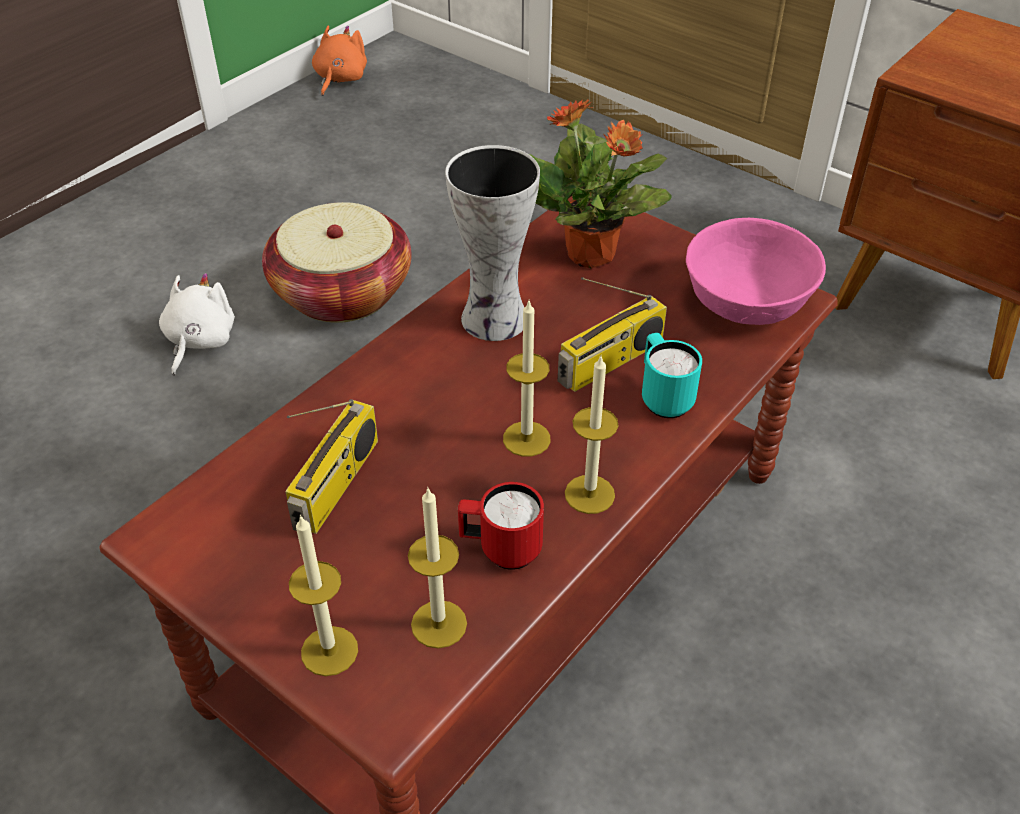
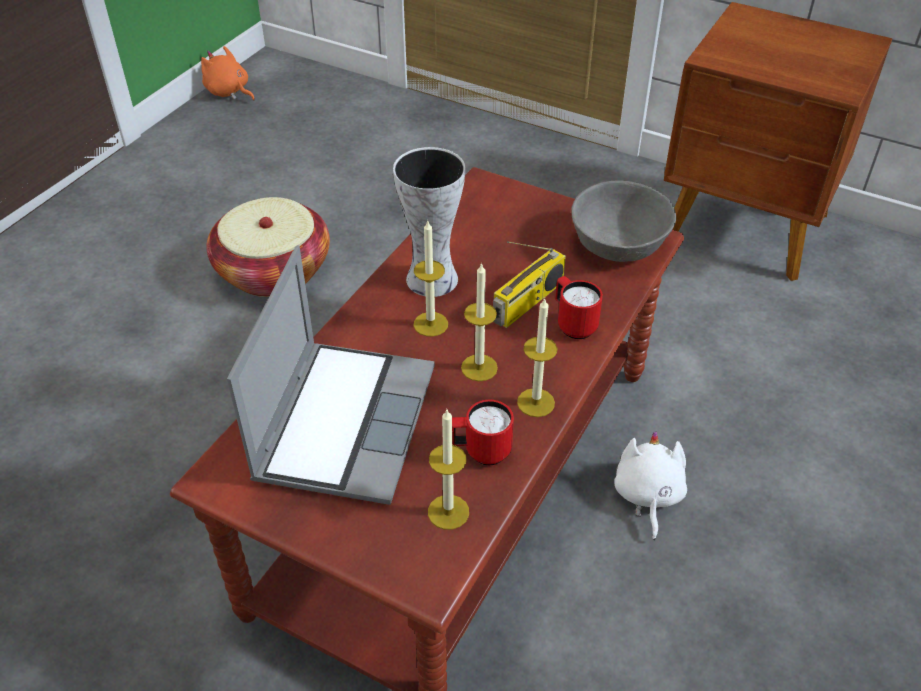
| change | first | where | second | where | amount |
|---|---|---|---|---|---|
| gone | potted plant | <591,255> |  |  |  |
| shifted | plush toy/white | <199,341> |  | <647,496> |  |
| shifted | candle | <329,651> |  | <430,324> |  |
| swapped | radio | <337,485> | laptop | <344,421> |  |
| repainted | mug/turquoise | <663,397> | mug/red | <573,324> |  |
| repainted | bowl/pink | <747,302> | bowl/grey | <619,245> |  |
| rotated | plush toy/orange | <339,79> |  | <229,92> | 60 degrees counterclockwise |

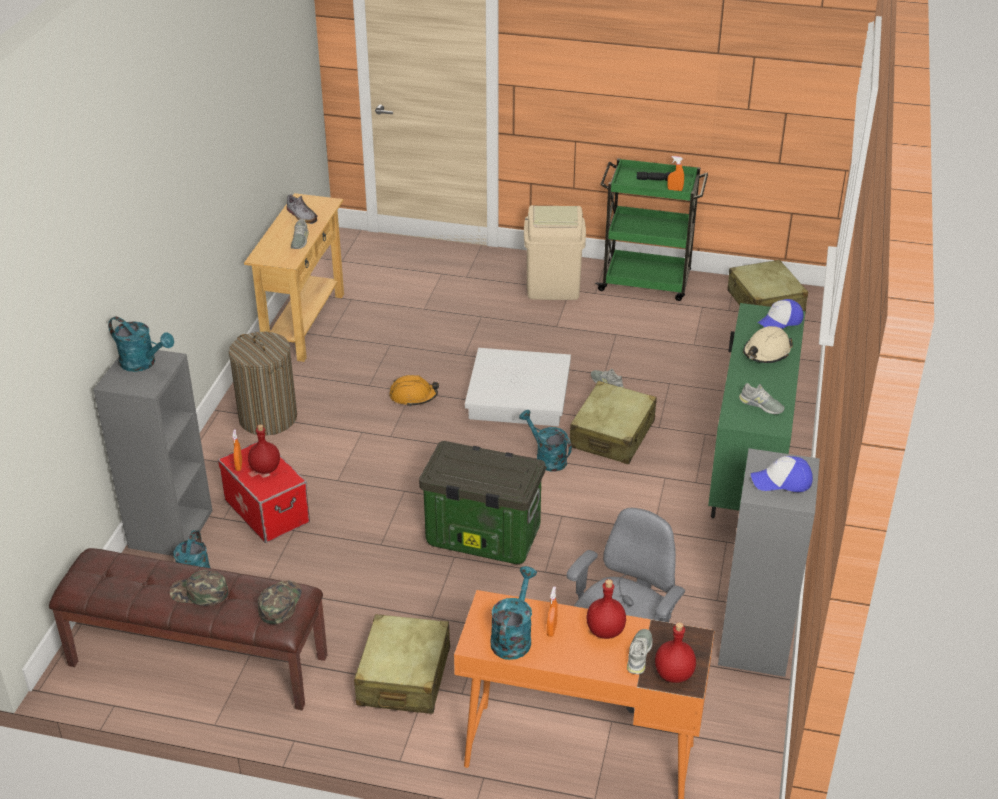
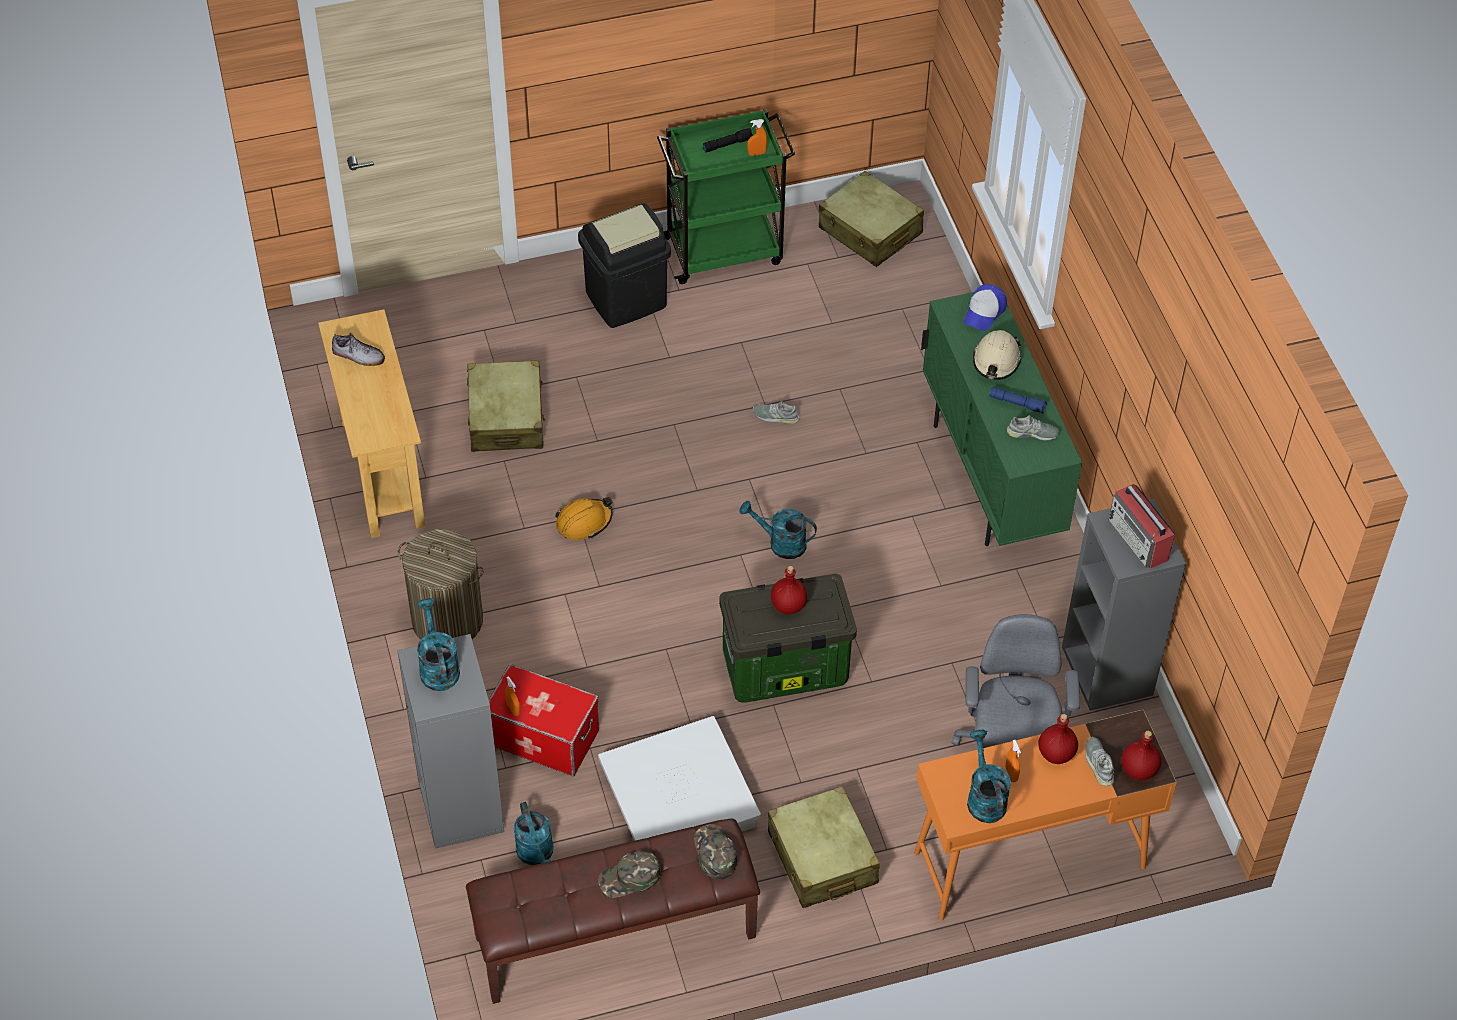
| change | first | where | second | where | amount |
|---|---|---|---|---|---|
| gone | shoe/grey | <299,240> |  |  |  |
| new |  |  | flashlight/blue | <1017,403> |  |
| shifted | bottle/red | <266,469> |  | <789,605> |  |
| shifted | storage box/white | <519,395> |  | <679,798> |  |
| shifted | suitcase/beige | <612,434> |  | <506,417> |  |
| swapped | cap | <782,481> | radio | <1139,540> |  |
| repainted | trash can/beige | <553,287> | trash can/black | <626,300> |  |
| rotated | watering can/turquoise | <143,363> |  | <437,666> | 105 degrees counterclockwise |

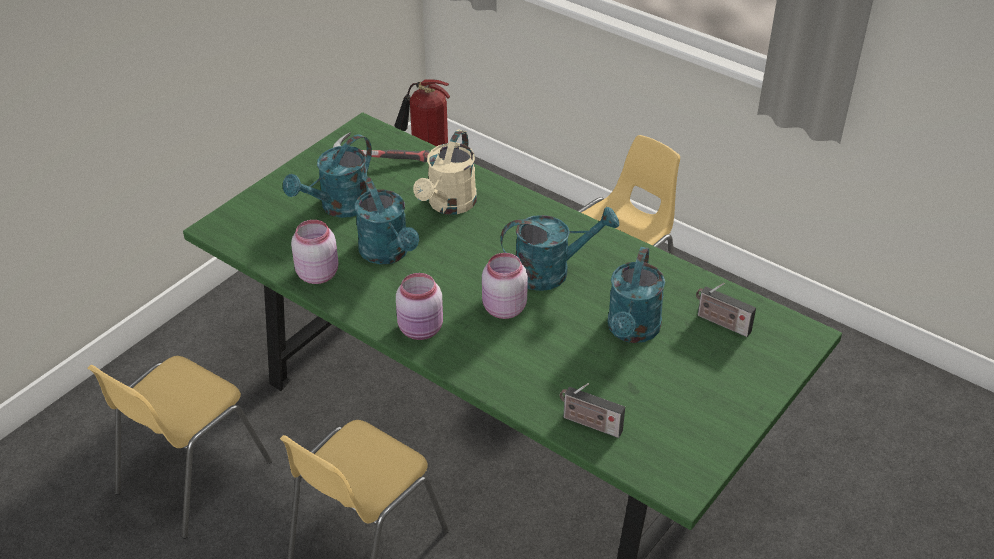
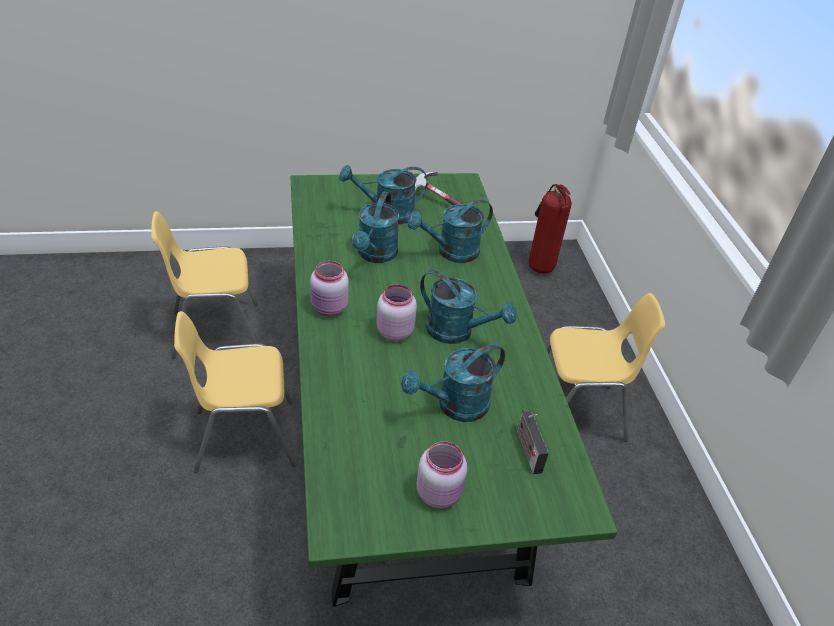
| change | first | where | second | where | amount |
|---|---|---|---|---|---|
| gone | radio | <589,424> |  |  |  |
| shifted | jar/pink | <318,273> |  | <439,493> |  |
| repainted | watering can/beige | <449,205> | watering can/turquoise | <451,252> |  |

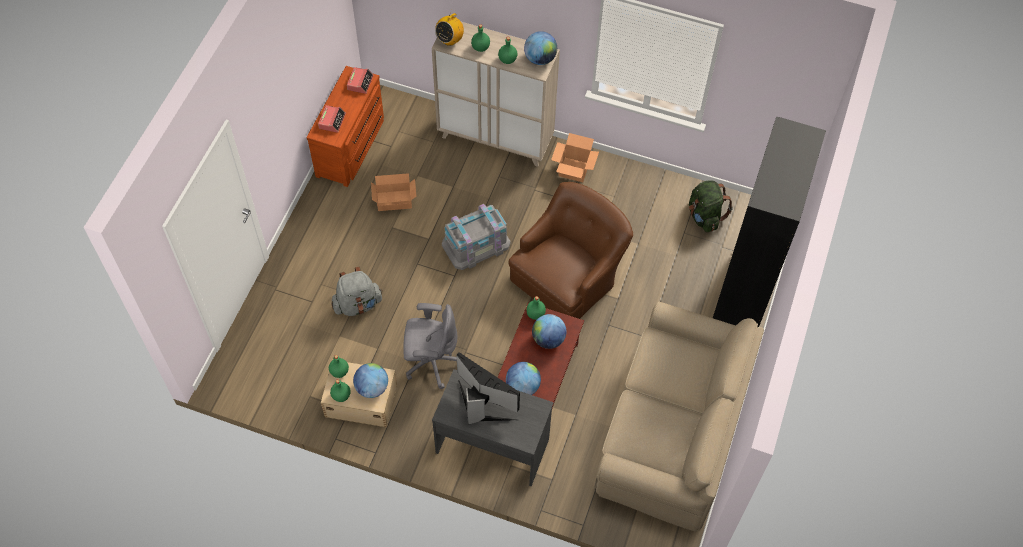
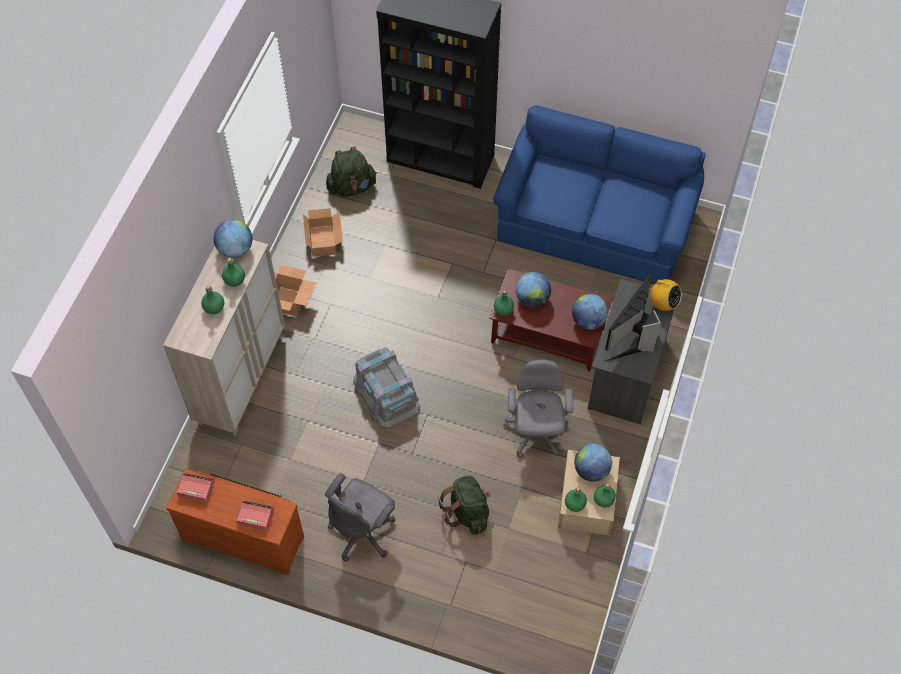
| change | first | where | second | where | amount |
|---|---|---|---|---|---|
| gone | armchair/brown | <568,276> |  |  |  |
| new |  |  | office chair/grey | <363,532> |  |
| shifted | cardboard box | <395,201> |  | <324,240> |  |
| shifted | radio | <450,40> |  | <663,304> |  |
| repainted | backpack/grey | <357,304> | backpack/green | <467,512> |  |
| repainted | sofa/beige | <671,430> | sofa/blue | <595,223> |  |

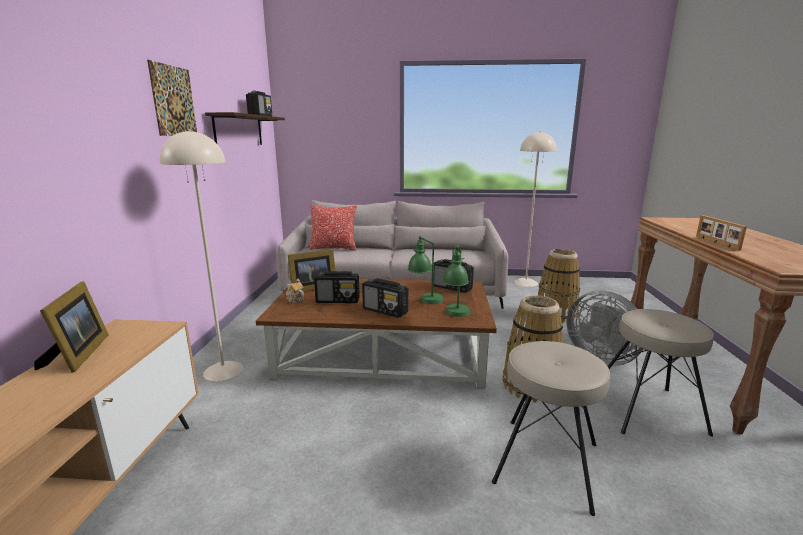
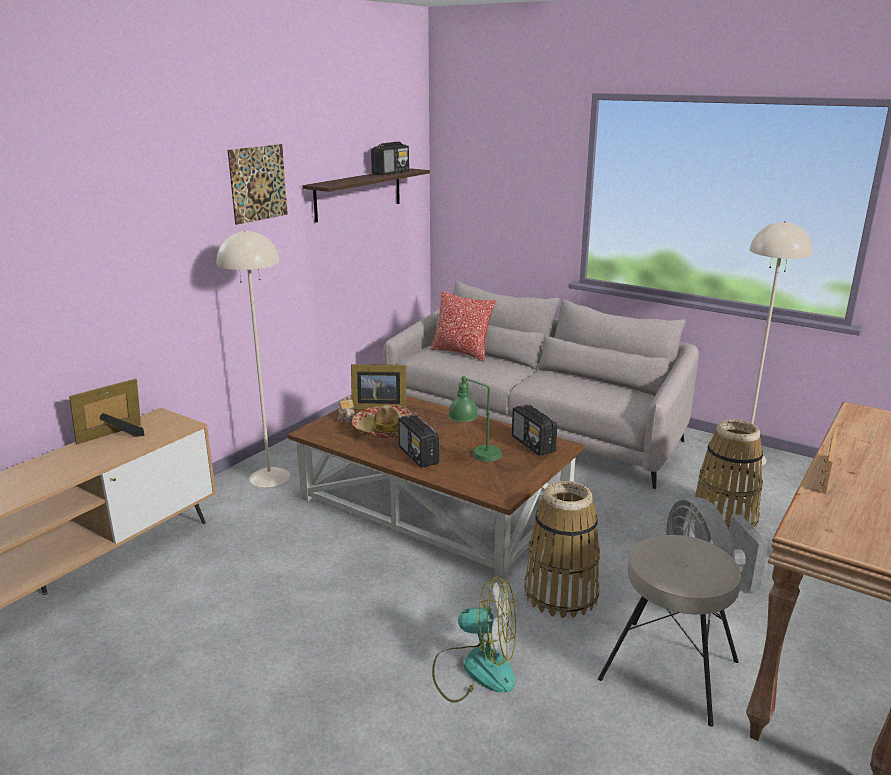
| change | first | where | second | where | amount |
|---|---|---|---|---|---|
| gone | table lamp/green | <456,316> |  |  |  |
| swapped | radio | <338,300> | hat | <386,430> |  |
| swapped | stool/beige | <545,462> | fan | <475,669> |  |
| rotated | picture frame | <78,355> |  | <114,436> | 150 degrees counterclockwise |

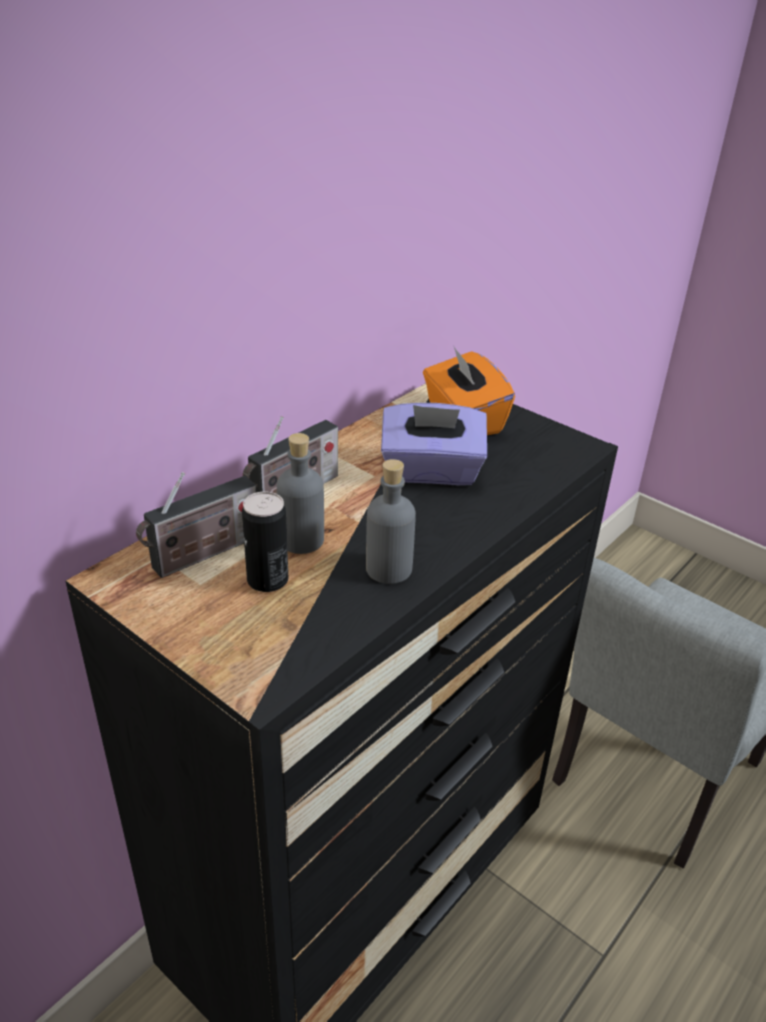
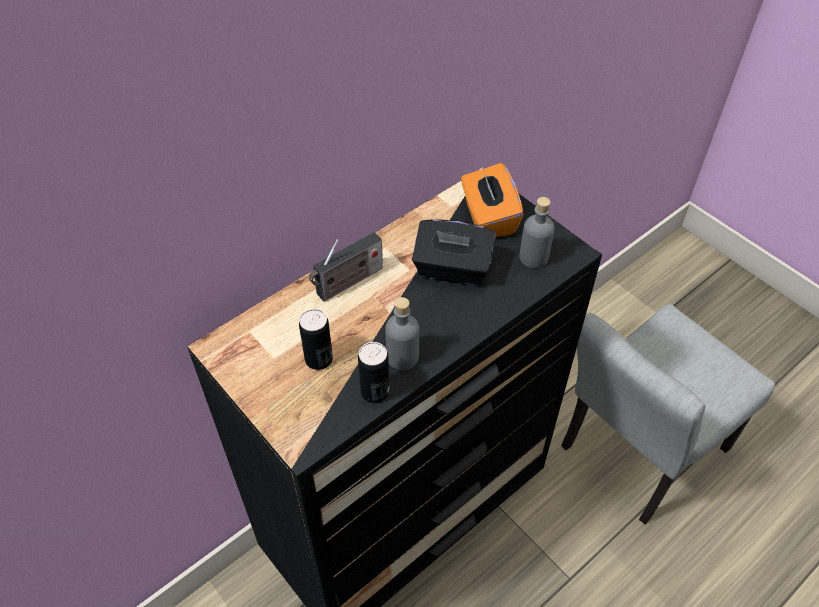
| change | first | where | second | where | amount |
|---|---|---|---|---|---|
| gone | radio | <202,555> |  |  |  |
| new |  |  | can | <375,392> |  |
| shifted | bottle/grey | <301,540> |  | <533,257> |  |
| repainted | tissue box/purple | <431,472> | tissue box/black | <452,269> |  |

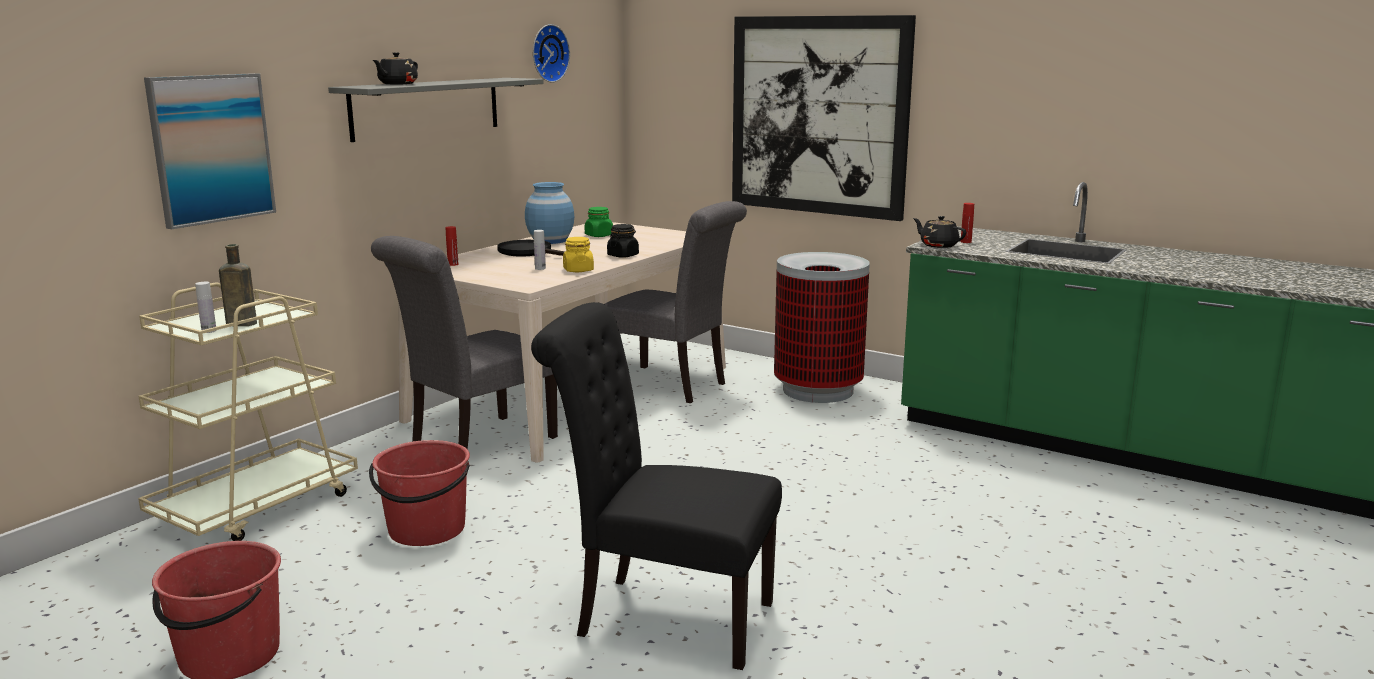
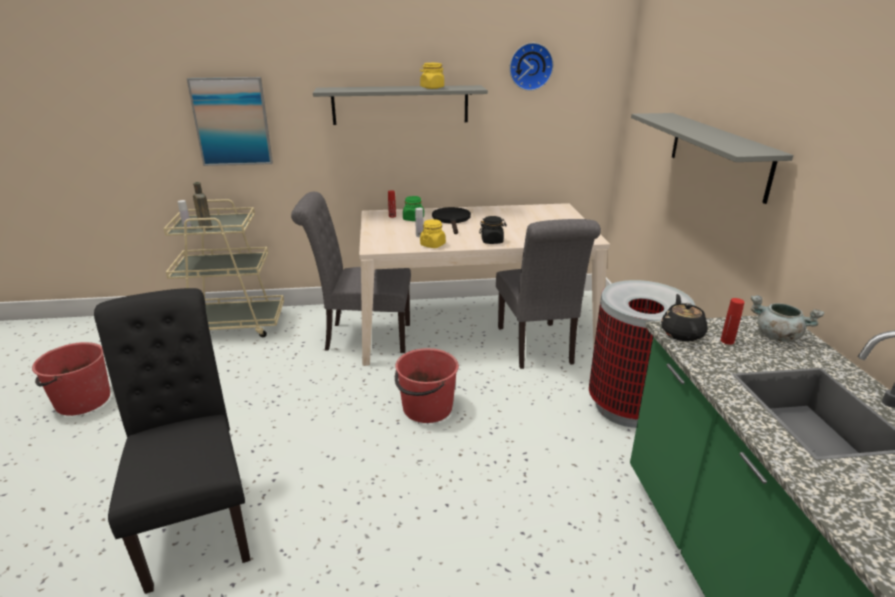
| change | first | where | second | where | amount |
|---|---|---|---|---|---|
| gone | teapot/black | <397,84> |  |  |  |
| gone | vase/blue | <550,240> |  |  |  |
| new |  |  | jar/yellow | <432,88> |  |
| new |  |  | cooking pot/grey | <777,336> |  |
| shifted | bucket/red | <426,530> |  | <426,408> |  |
| shifted | jar/green | <599,235> |  | <413,219> |  |
| swapped | picture | <818,116> | shelf/grey | <718,154> |  |

